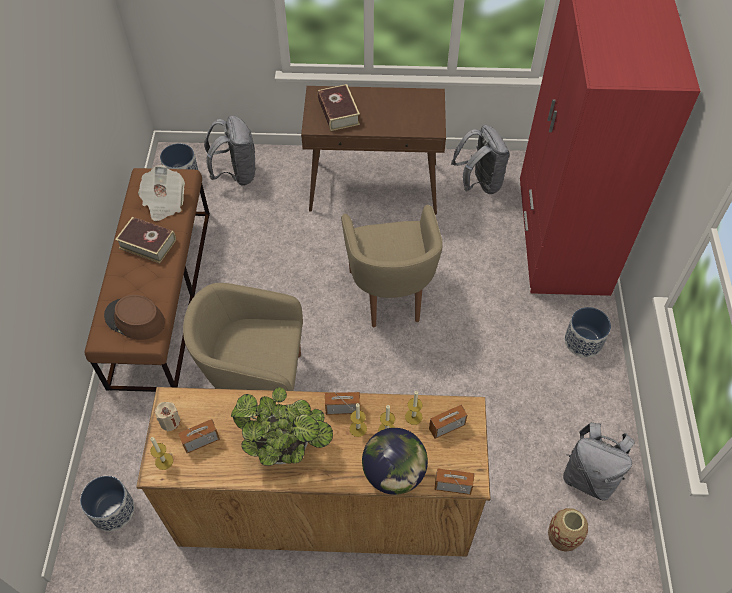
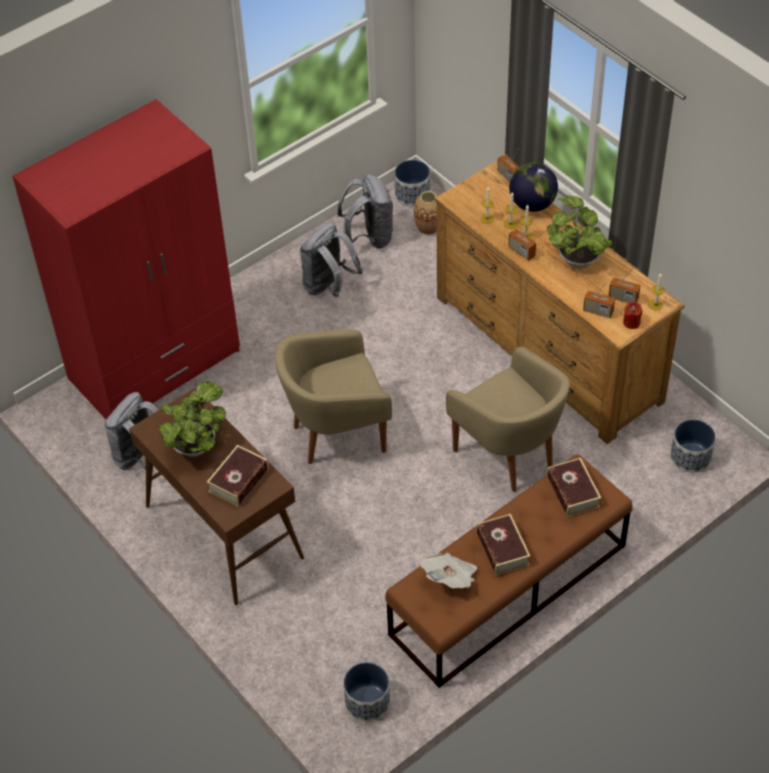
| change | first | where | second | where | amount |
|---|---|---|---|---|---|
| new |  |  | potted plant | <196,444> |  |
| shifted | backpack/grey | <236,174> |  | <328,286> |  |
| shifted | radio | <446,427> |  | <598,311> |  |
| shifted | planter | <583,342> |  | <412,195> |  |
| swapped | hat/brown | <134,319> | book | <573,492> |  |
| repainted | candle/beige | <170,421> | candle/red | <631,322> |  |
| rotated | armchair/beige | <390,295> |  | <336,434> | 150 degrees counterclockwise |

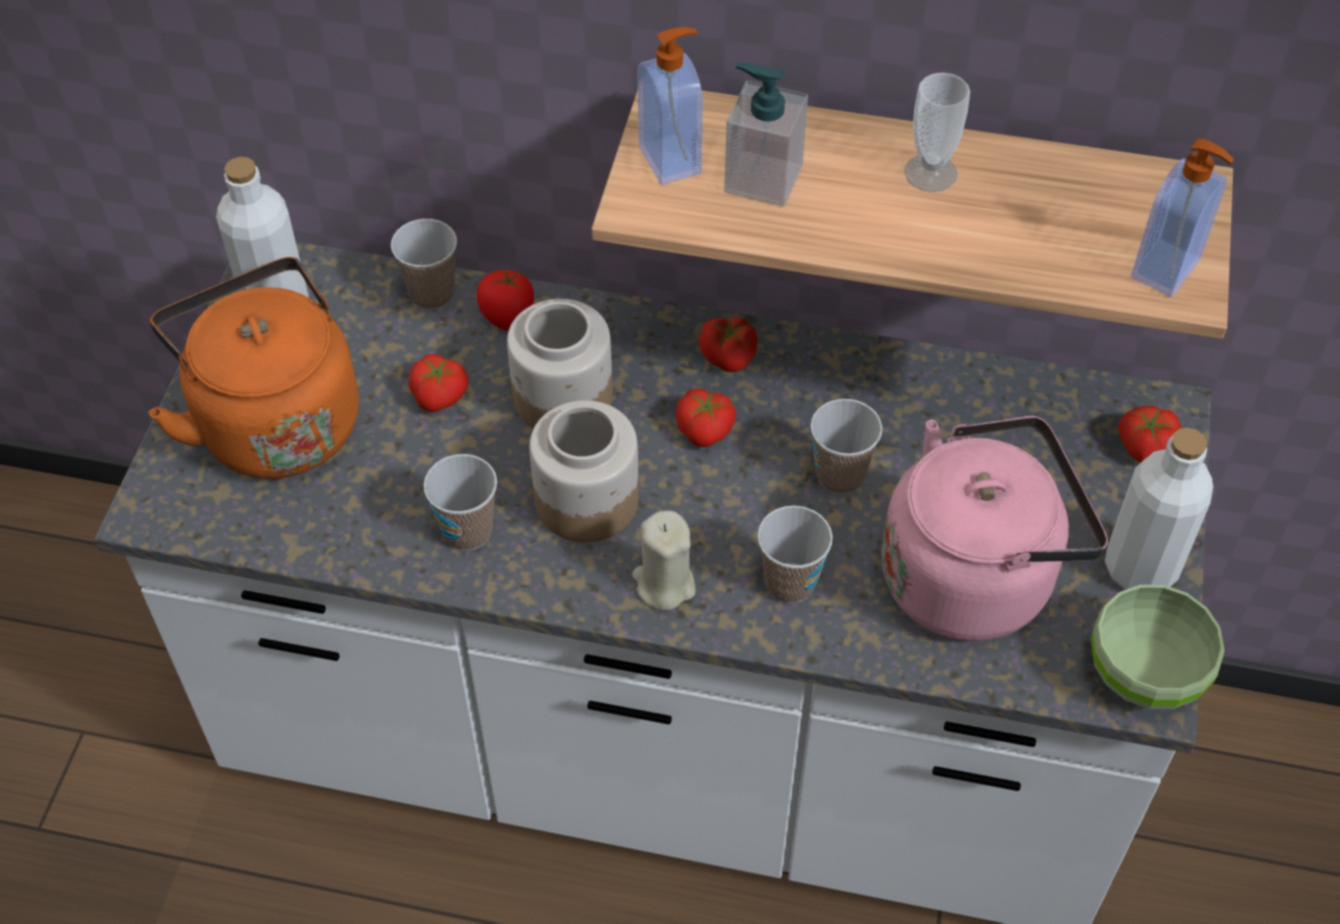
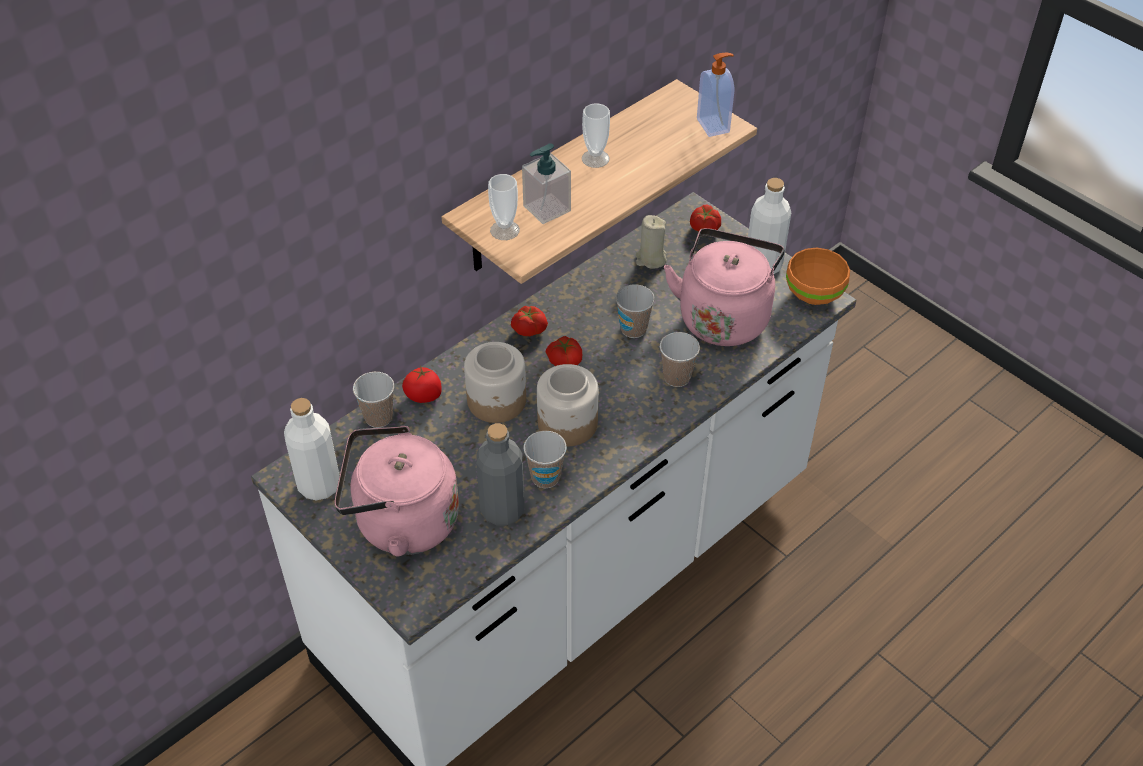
| change | first | where | second | where | amount |
|---|---|---|---|---|---|
| gone | tomato | <441,395> |  |  |  |
| new |  |  | bottle/grey | <502,510> |  |
| shifted | candle/beige | <664,584> |  | <651,259> |  |
| swapped | soap dispenser | <672,159> | cup | <504,230> |  |
| repainted | kettle/orange | <274,420> | kettle/pink | <400,522> |  |
| repainted | bowl/green | <1147,675> | bowl/orange | <815,294> |  |

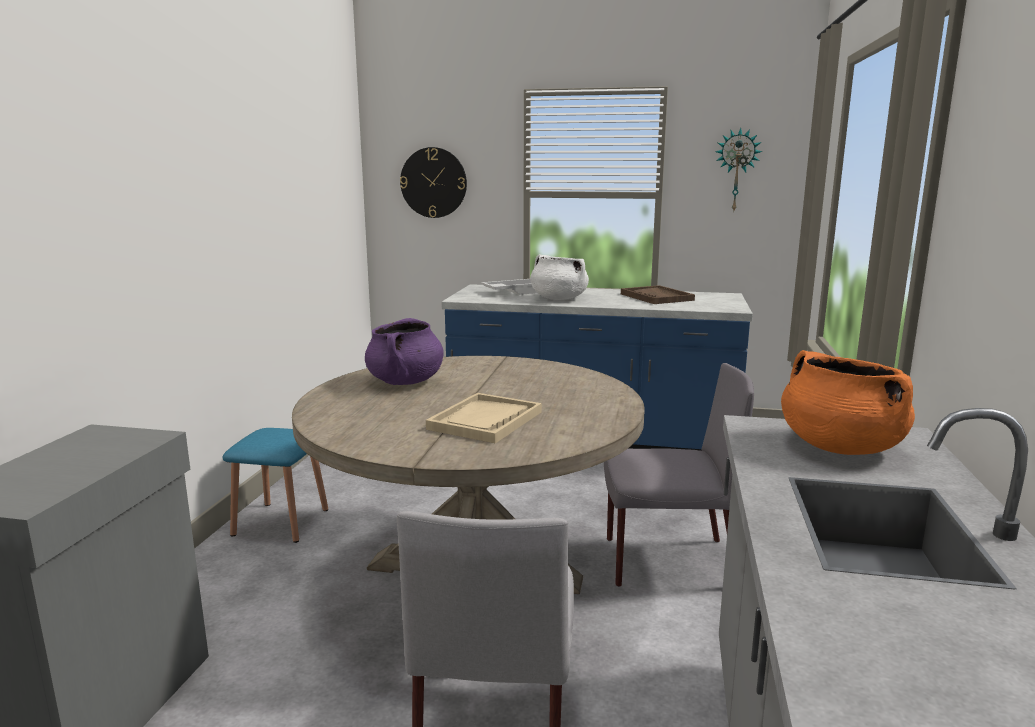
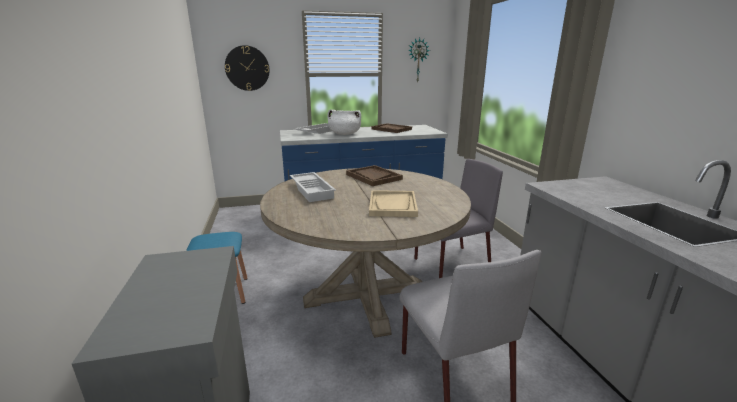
| change | first | where | second | where | amount |
|---|---|---|---|---|---|
| gone | cooking pot/orange | <839,447> |  |  |  |
| new |  |  | tray/brown | <373,177> |  |
| swapped | cooking pot/purple | <405,381> | tray/white | <313,190> |  |

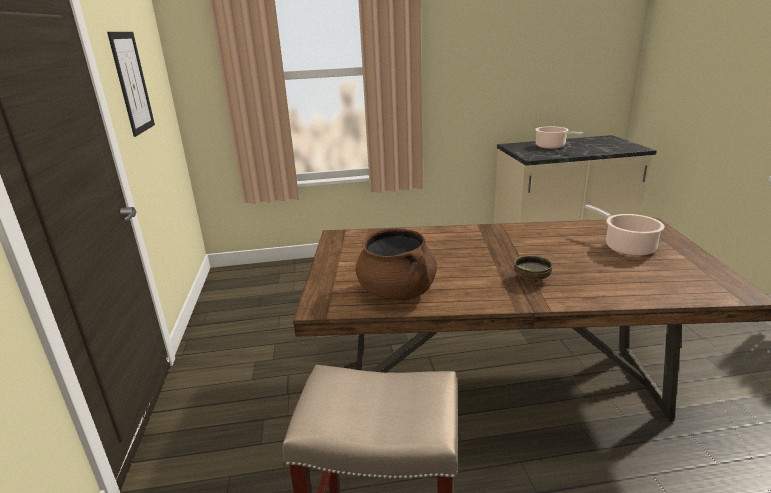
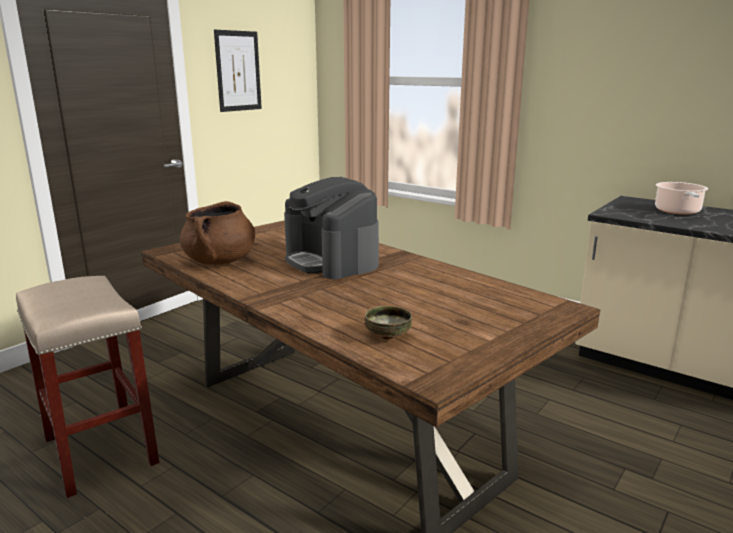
| change | first | where | second | where | amount |
|---|---|---|---|---|---|
| gone | cooking pot | <626,247> |  |  |  |
| new |  |  | coffee machine | <331,261> |  |
| shifted | bowl | <531,279> |  | <387,336> |  |

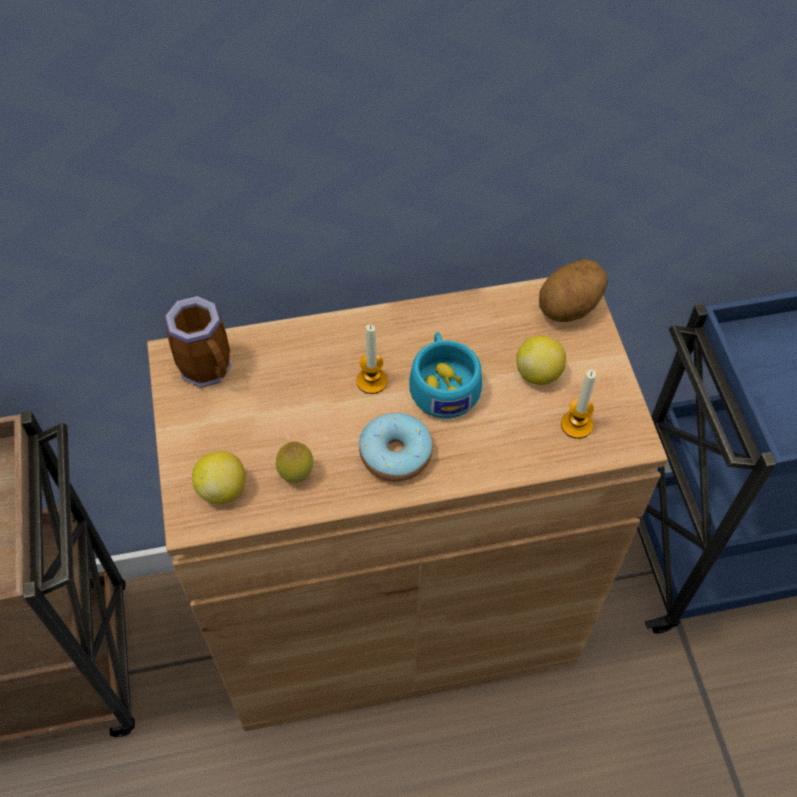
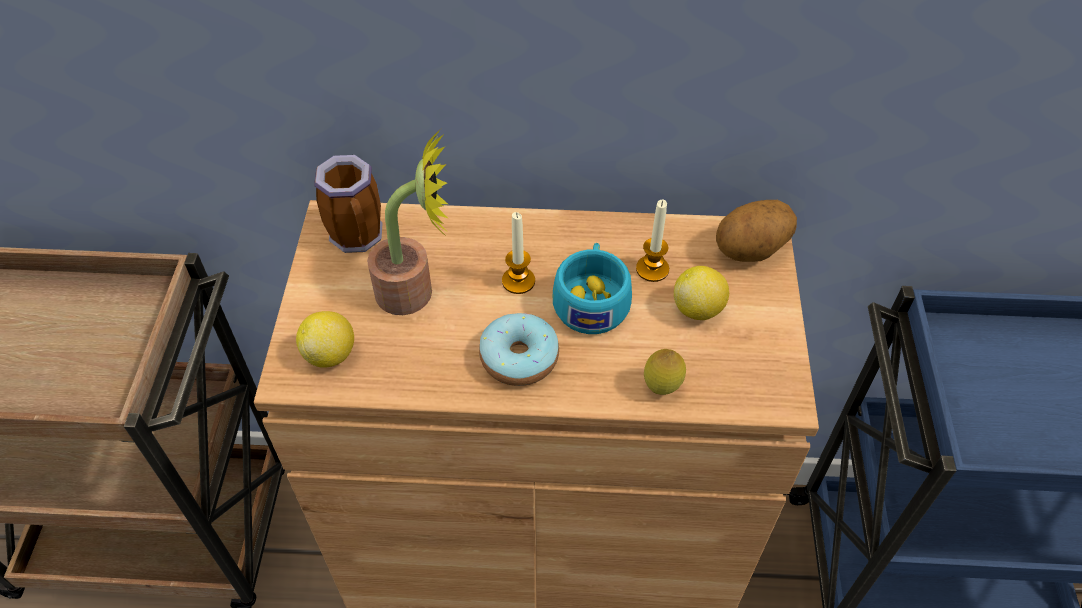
| change | first | where | second | where | amount |
|---|---|---|---|---|---|
| new |  |  | potted plant | <416,292> |  |
| shifted | lemon | <296,475> |  | <661,388> |  |
| shifted | candle | <576,425> |  | <652,269> |  |

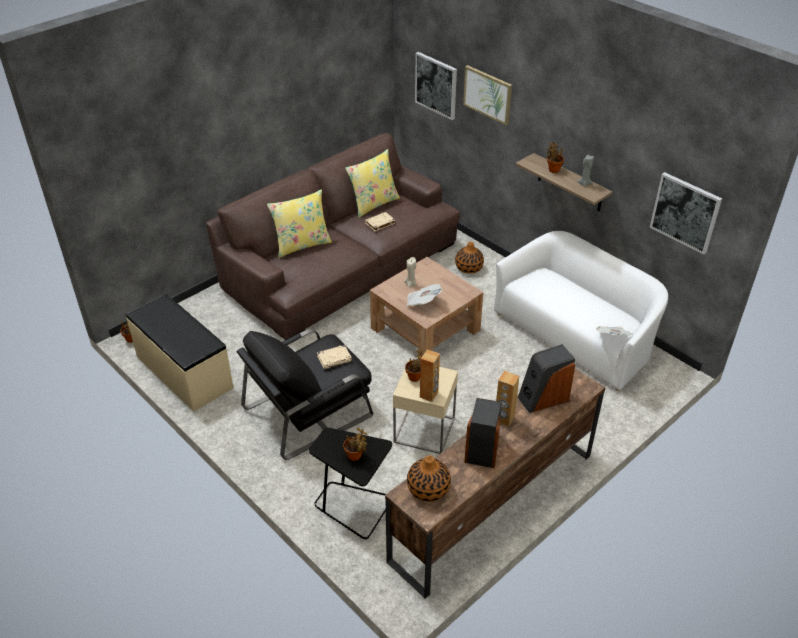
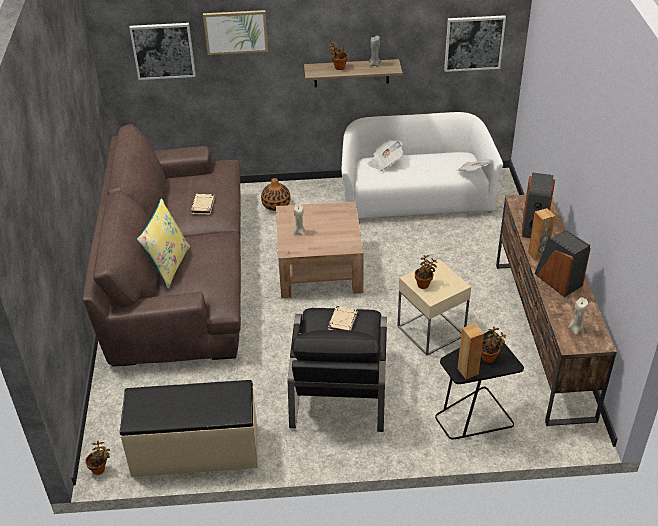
| change | first | where | second | where | amount |
|---|---|---|---|---|---|
| gone | pillow/yellow | <373,204> |  |  |  |
| shifted | newspaper | <422,302> |  | <385,163> |  |
| shifted | speaker/brown | <429,394> |  | <468,371> |  |
| swapped | vase | <428,489> | candle/beige | <575,329> |  |

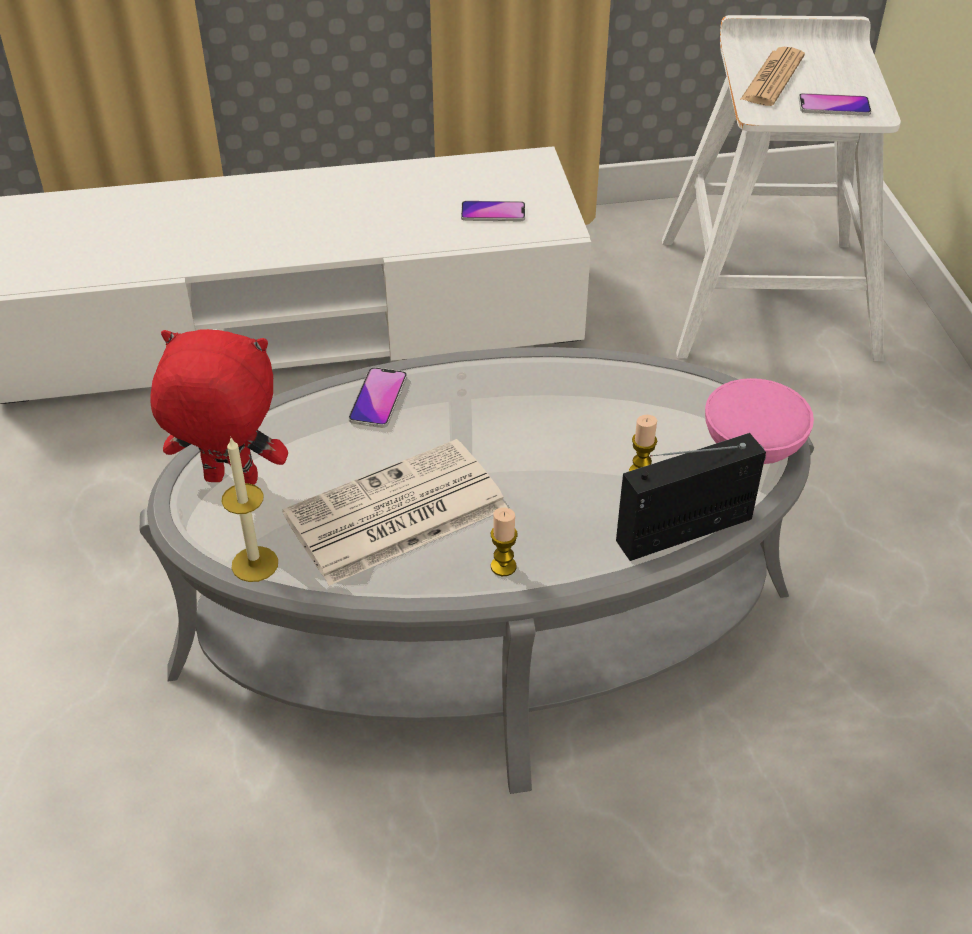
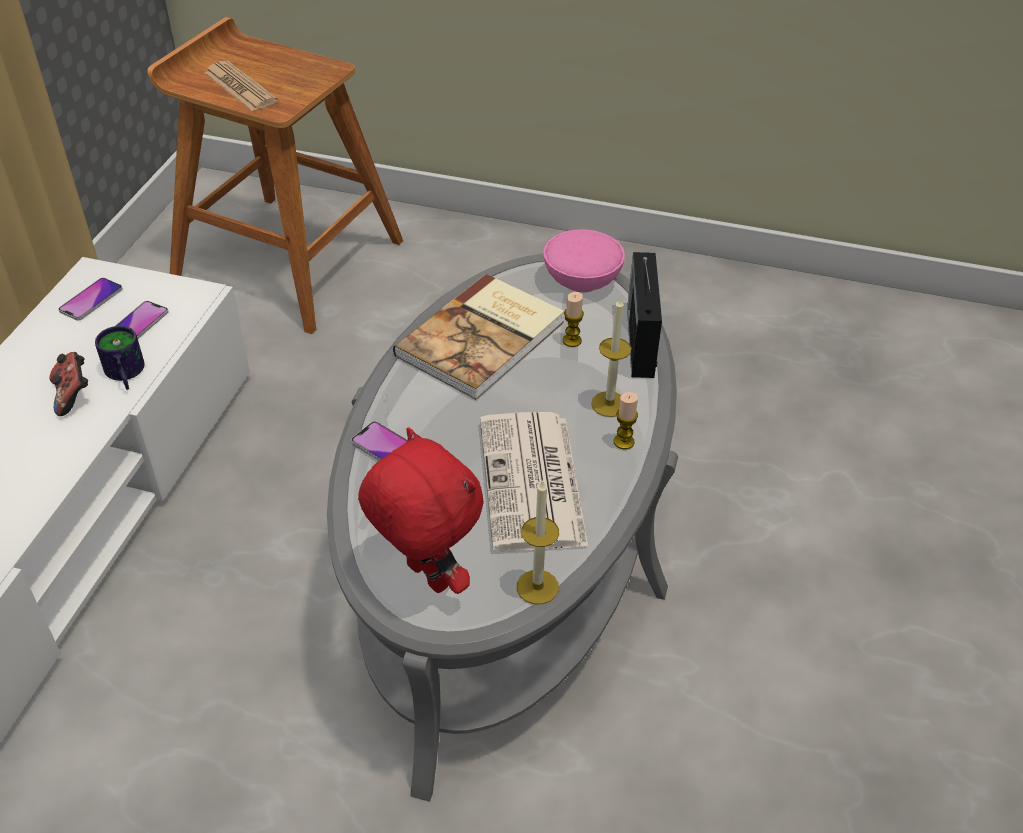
| change | first | where | second | where | amount |
|---|---|---|---|---|---|
| new |  |  | game controller | <73,395> |  |
| new |  |  | mug | <123,375> |  |
| new |  |  | book | <484,339> |  |
| new |  |  | candle | <609,404> |  |
| shifted | phone | <834,106> |  | <91,300> |  |
| repainted | stool/white | <766,295> | stool/brown | <286,260> |  |
| rotated | plush toy/red | <230,481> |  | <425,577> | 105 degrees clockwise |

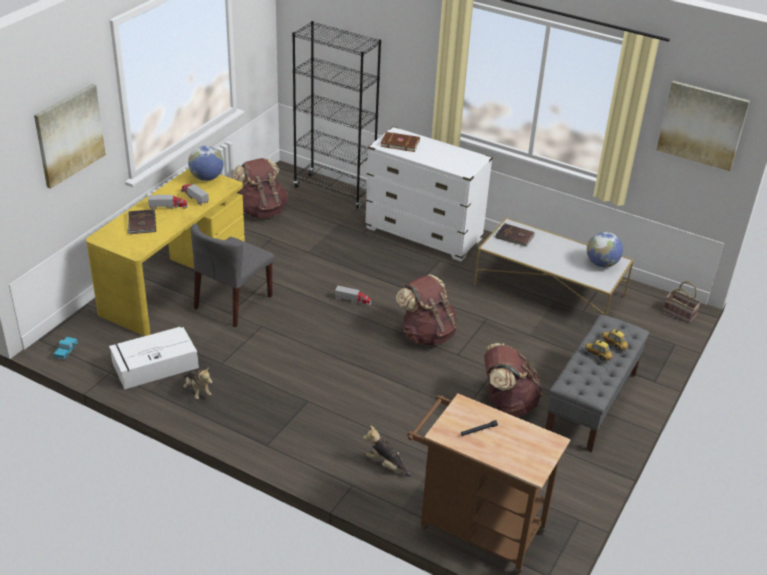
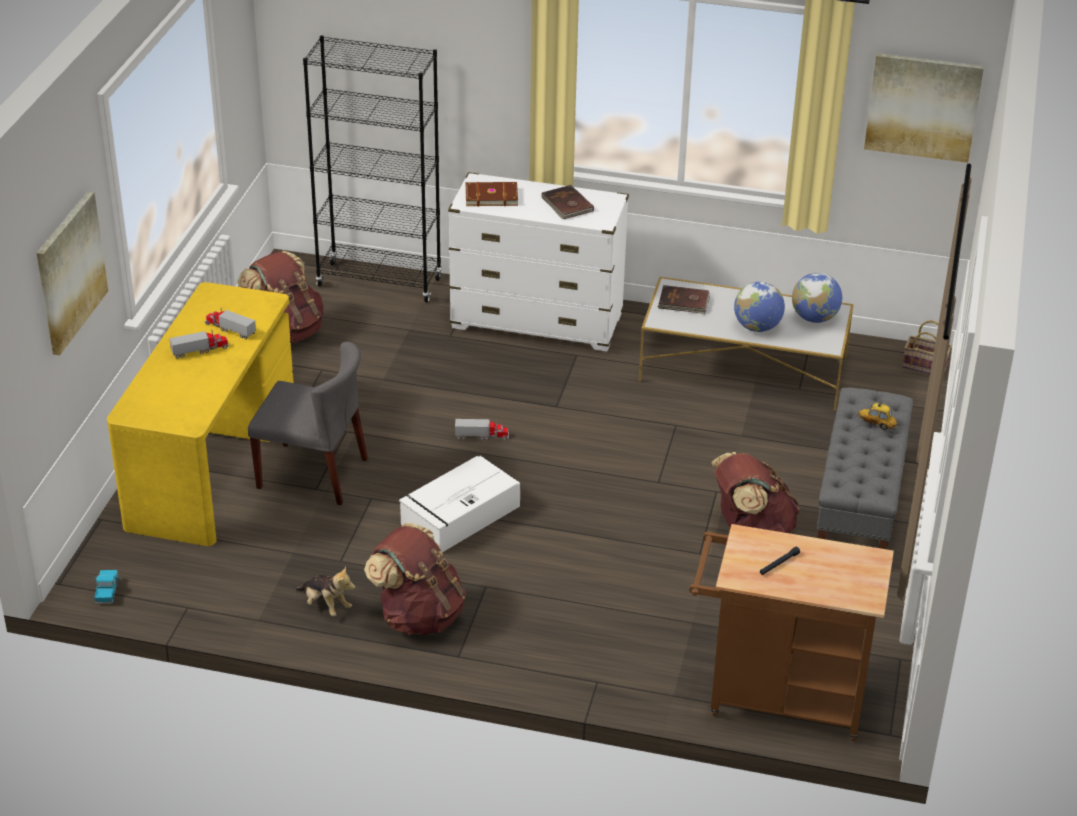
| change | first | where | second | where | amount |
|---|---|---|---|---|---|
| gone | plush toy | <386,465> |  |  |  |
| gone | toy car | <597,355> |  |  |  |
| shifted | storage box/white | <154,366> |  | <459,516> |  |
| shifted | book/brown | <141,223> |  | <566,205> |  |
| shifted | globe | <206,178> |  | <757,327> |  |
| shifted | backpack/brown | <426,334> |  | <418,615> |  |
| rotated | chair/grey | <233,303> |  | <313,473> | 90 degrees counterclockwise |

